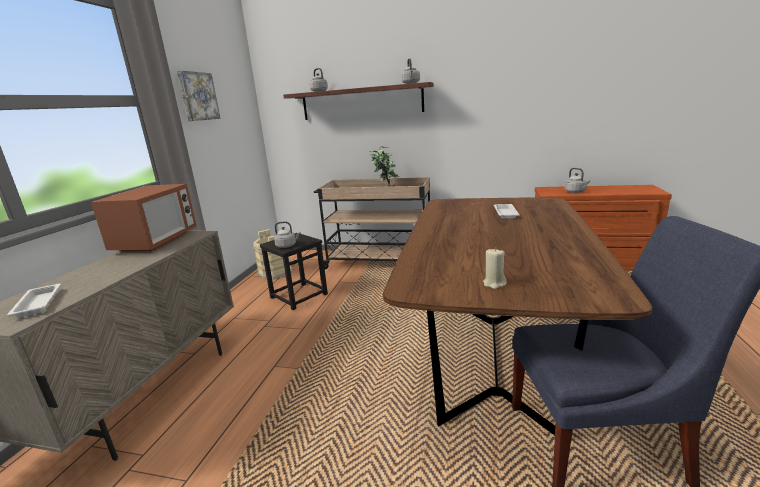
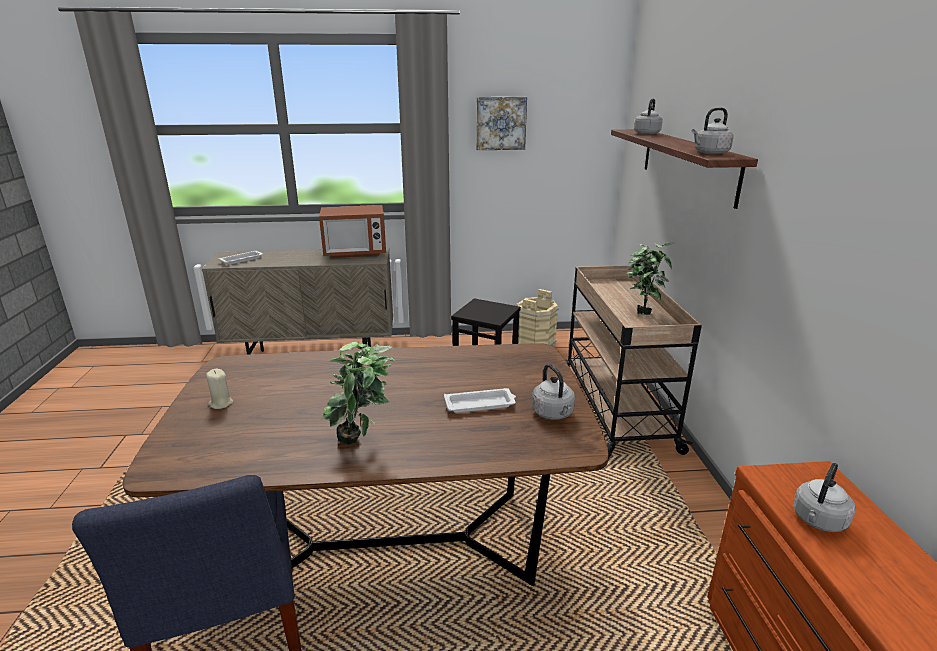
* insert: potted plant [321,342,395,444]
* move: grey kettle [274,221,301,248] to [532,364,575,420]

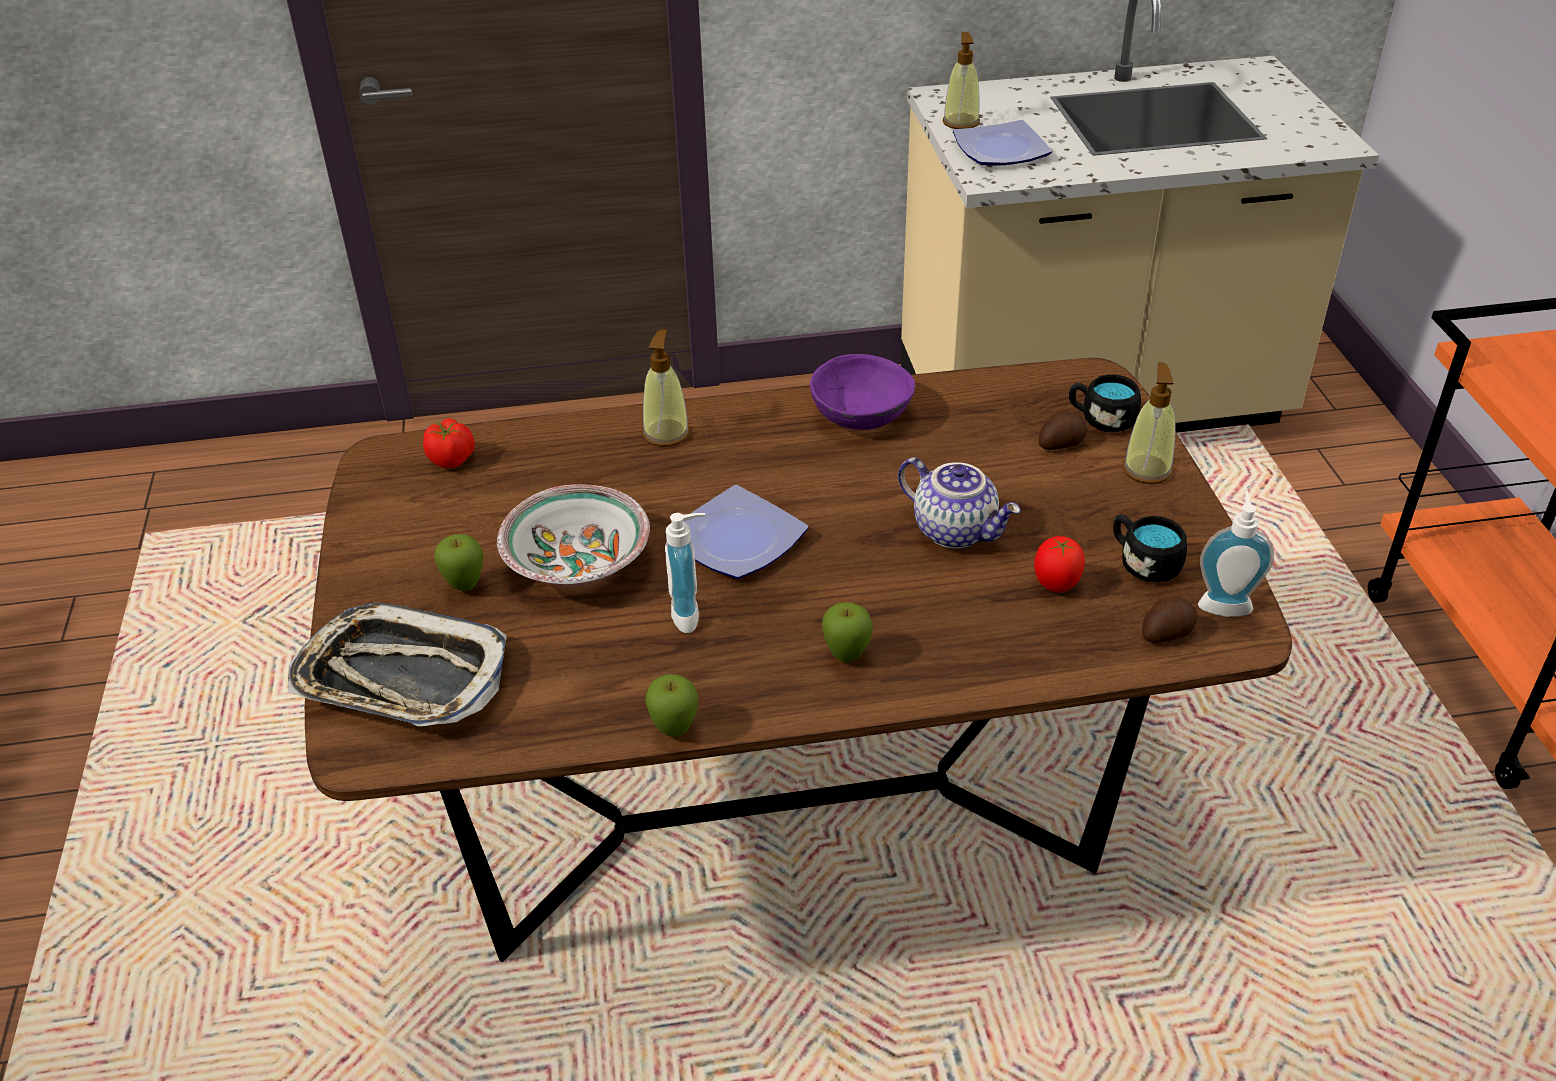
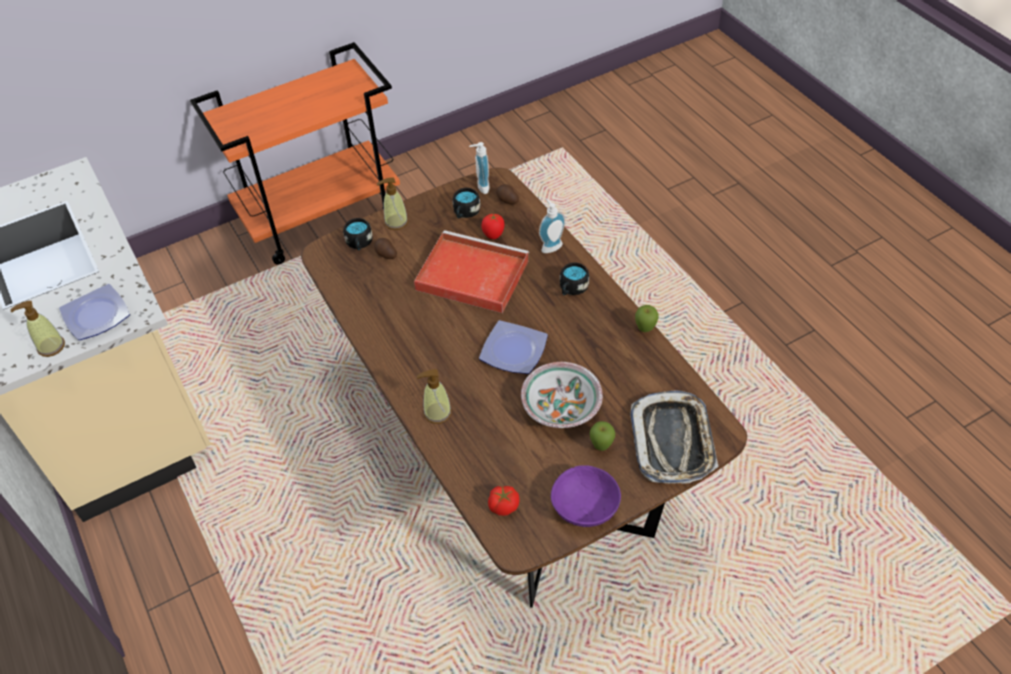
* move: soap dispenser [665,513,705,633] to [539,198,565,253]
* move: purple bowl [810,354,915,430] to [551,465,621,527]
* replace: apple [822,602,873,663] to black mug [560,262,589,295]
* replace: teapot [898,457,1020,549] to red tray [414,230,529,313]

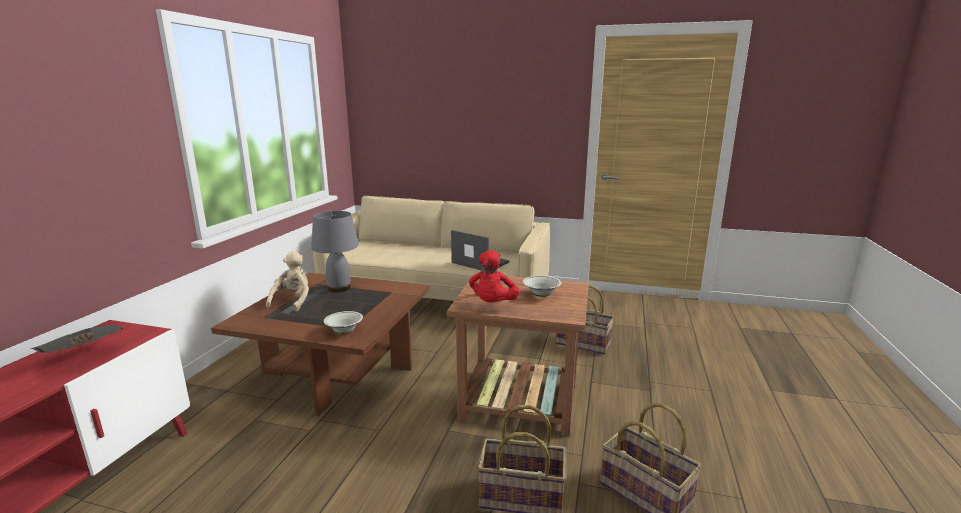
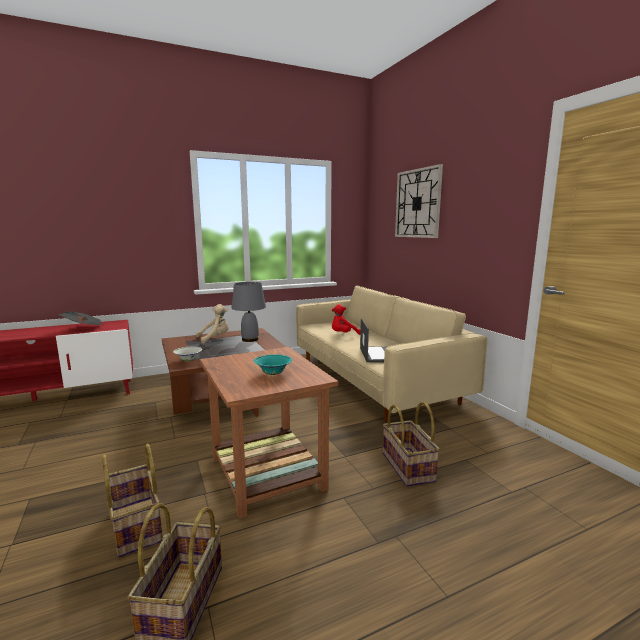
* insert: wall clock [395,164,443,238]
* move: red plush toy [469,250,520,302] to [332,304,361,335]
* recolor: white bowl [523,276,561,297] to turquoise bowl [254,354,292,375]

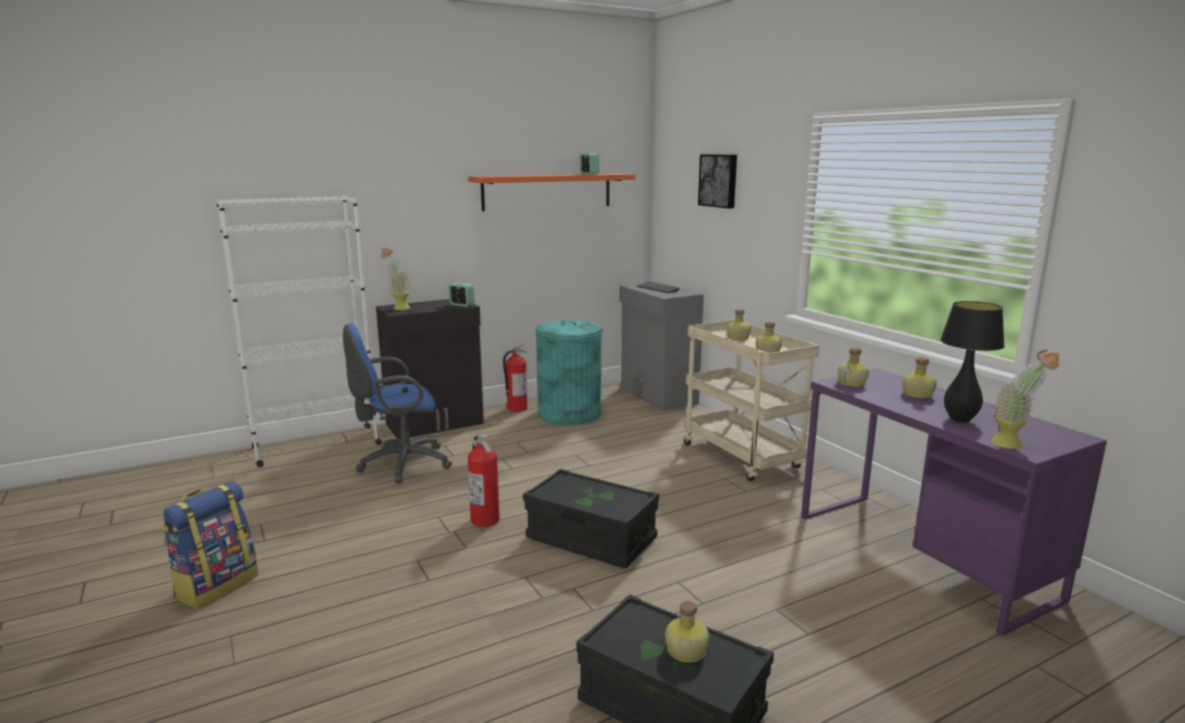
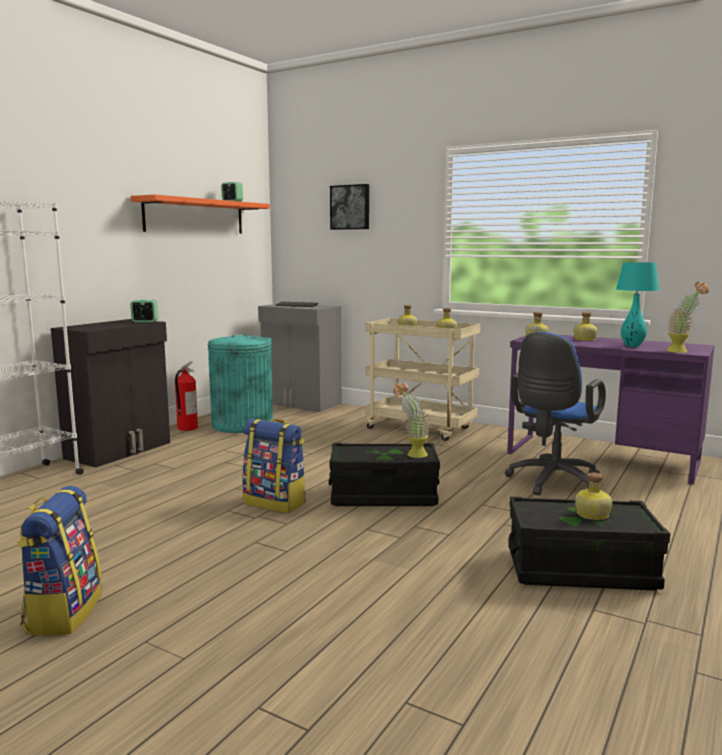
* move: blue office chair [343,324,452,483] to [505,332,606,496]
* move: potted plant [381,247,410,310] to [394,383,430,458]
* replace: fire extinguisher [468,435,500,527] to backpack [242,419,306,513]
* recolor: black table lamp [940,301,1005,423] to turquoise table lamp [616,262,659,347]

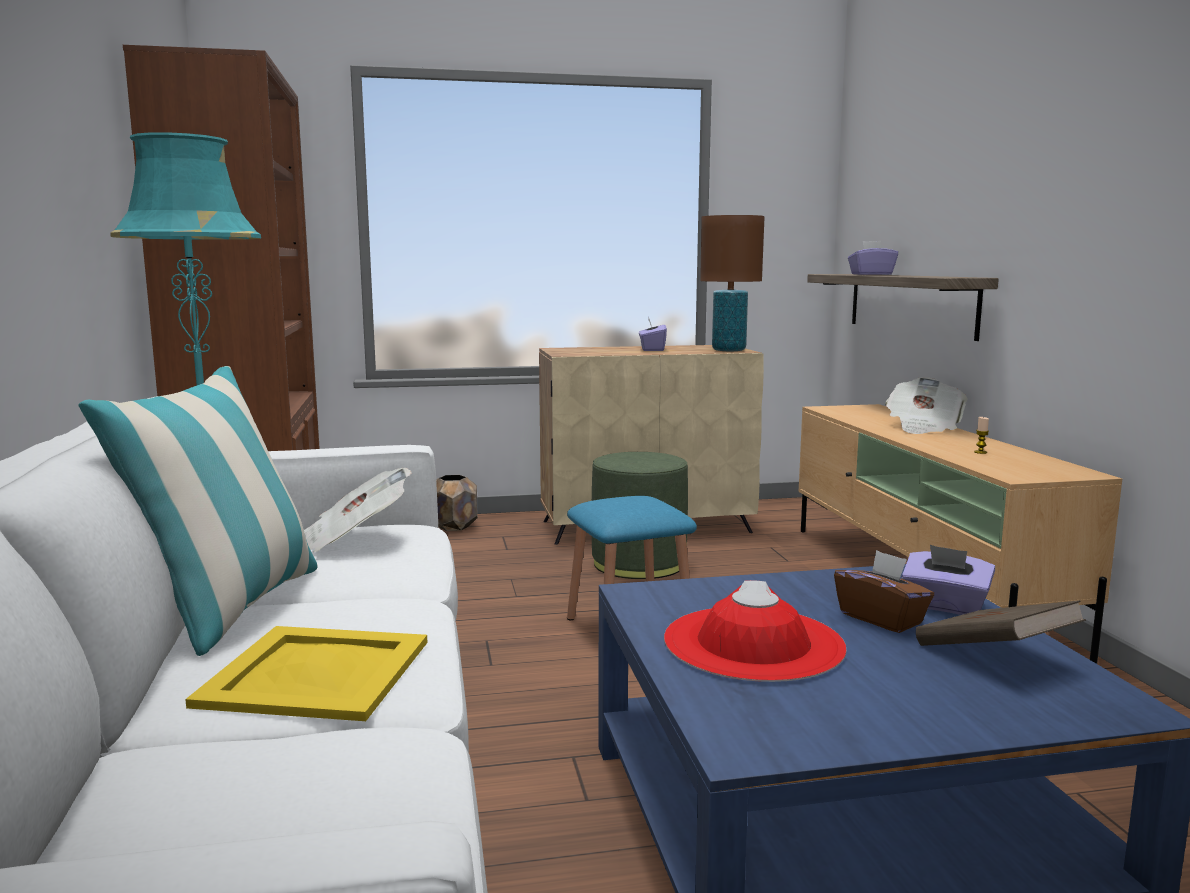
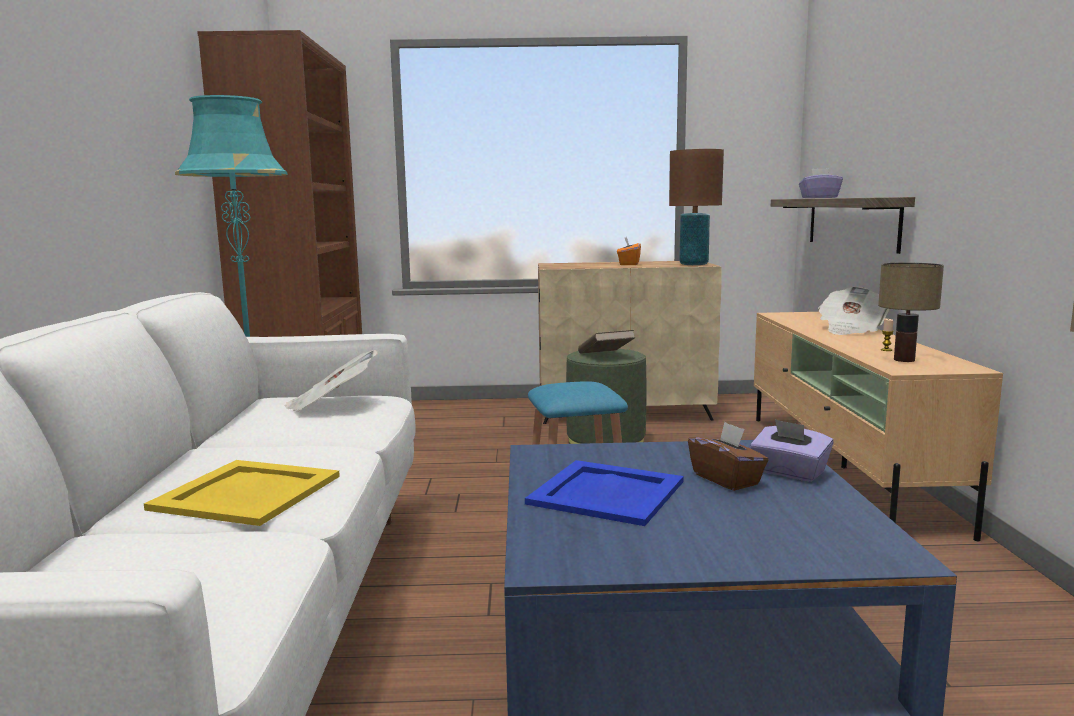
* delete: pillow [79,366,318,656]
* delete: brown planter [436,475,478,531]
* insert: table lamp [878,263,944,362]
* move: brown book [916,600,1086,646] to [578,330,635,354]
* replace: red hat [664,580,847,682] to blue tray [525,460,684,526]
* recolor: purple tissue box [639,318,667,351] to orange tissue box [617,237,641,265]

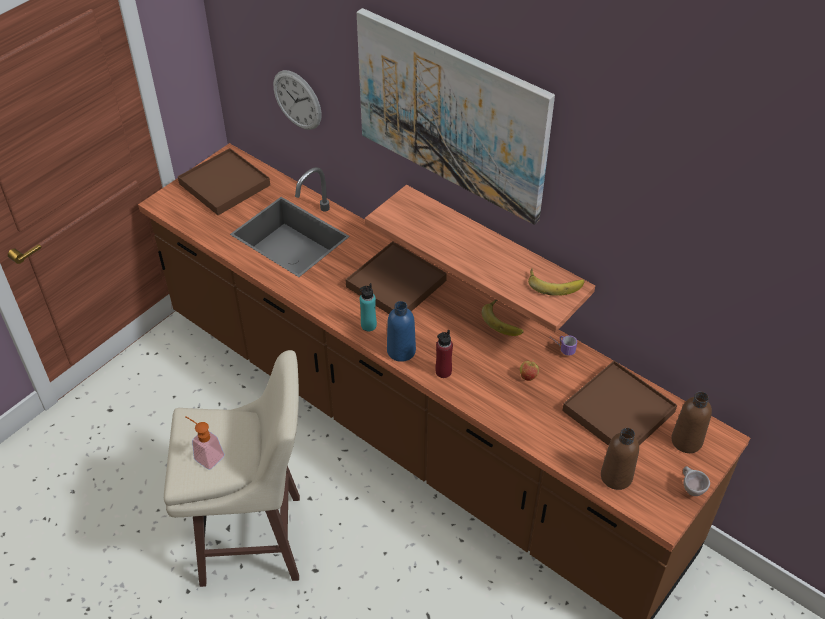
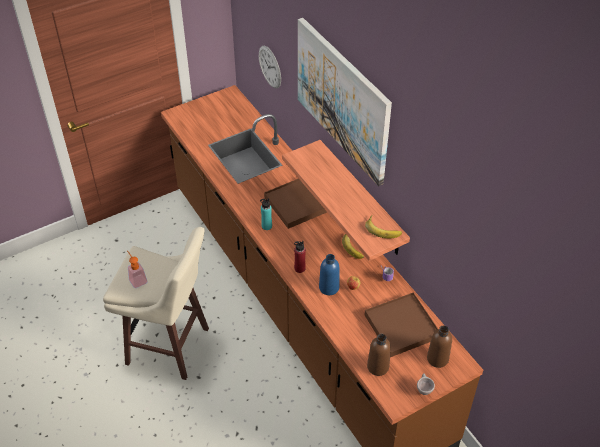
* delete: brown tray [178,148,270,215]
* move: blue bottle [387,301,416,362] to [319,254,340,295]

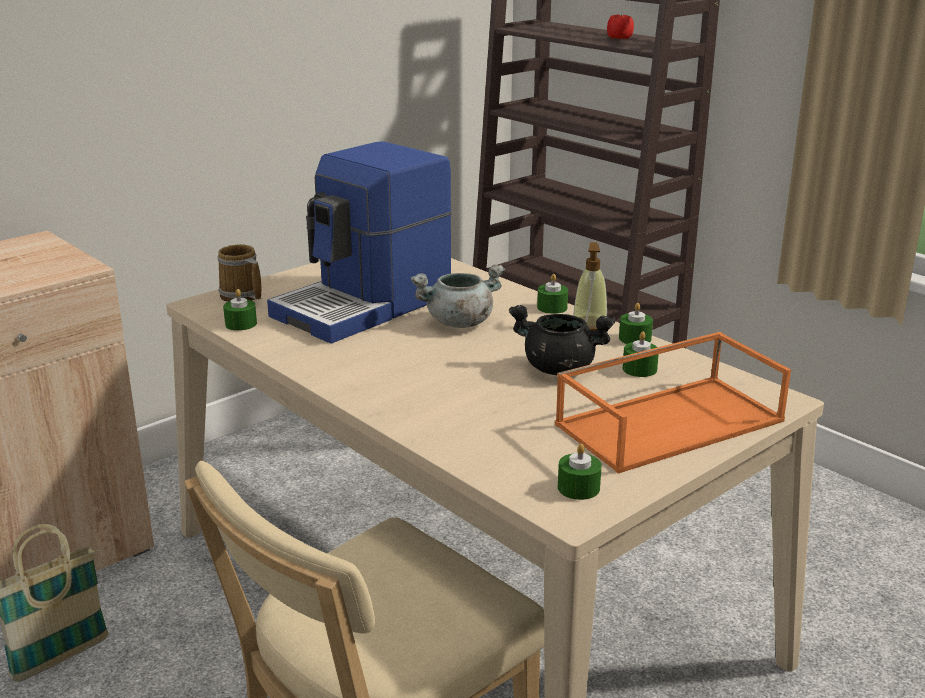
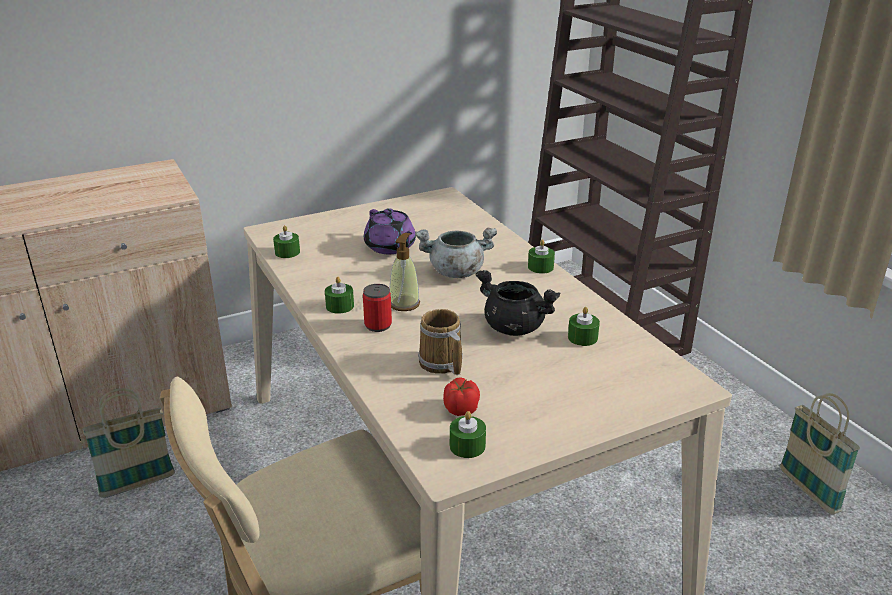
* delete: orange tray [555,332,791,473]
* insert: can [363,284,392,332]
* insert: basket [780,393,860,515]
* move: mug [217,244,261,302] to [418,309,463,375]
* move: soap dispenser [573,242,607,331] to [390,233,420,311]
* move: tomato [607,14,634,39] to [443,377,480,416]
* move: green candle [619,303,653,344] to [325,277,354,314]
* replace: coffee machine [267,141,452,344] to purple teapot [364,208,416,254]

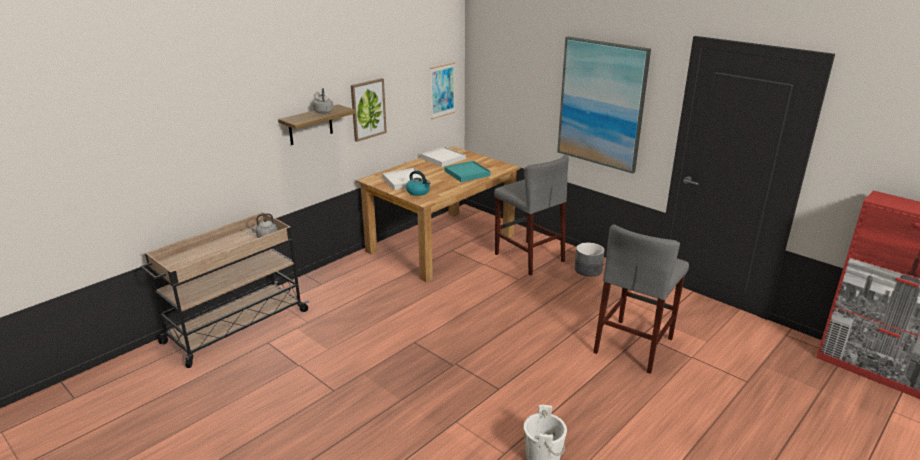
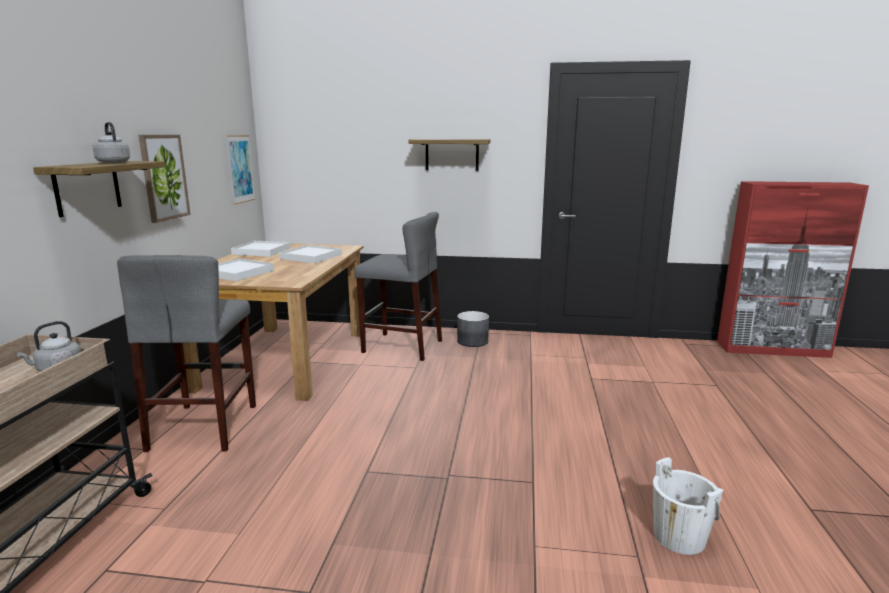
* delete: kettle [406,170,430,196]
* move: grey stool [593,224,689,374] to [117,255,256,452]
* replace: picture [557,36,651,173] to shelf [409,139,490,171]
* recolor: turquoise tray [444,161,491,182] to white tray [279,245,342,263]

